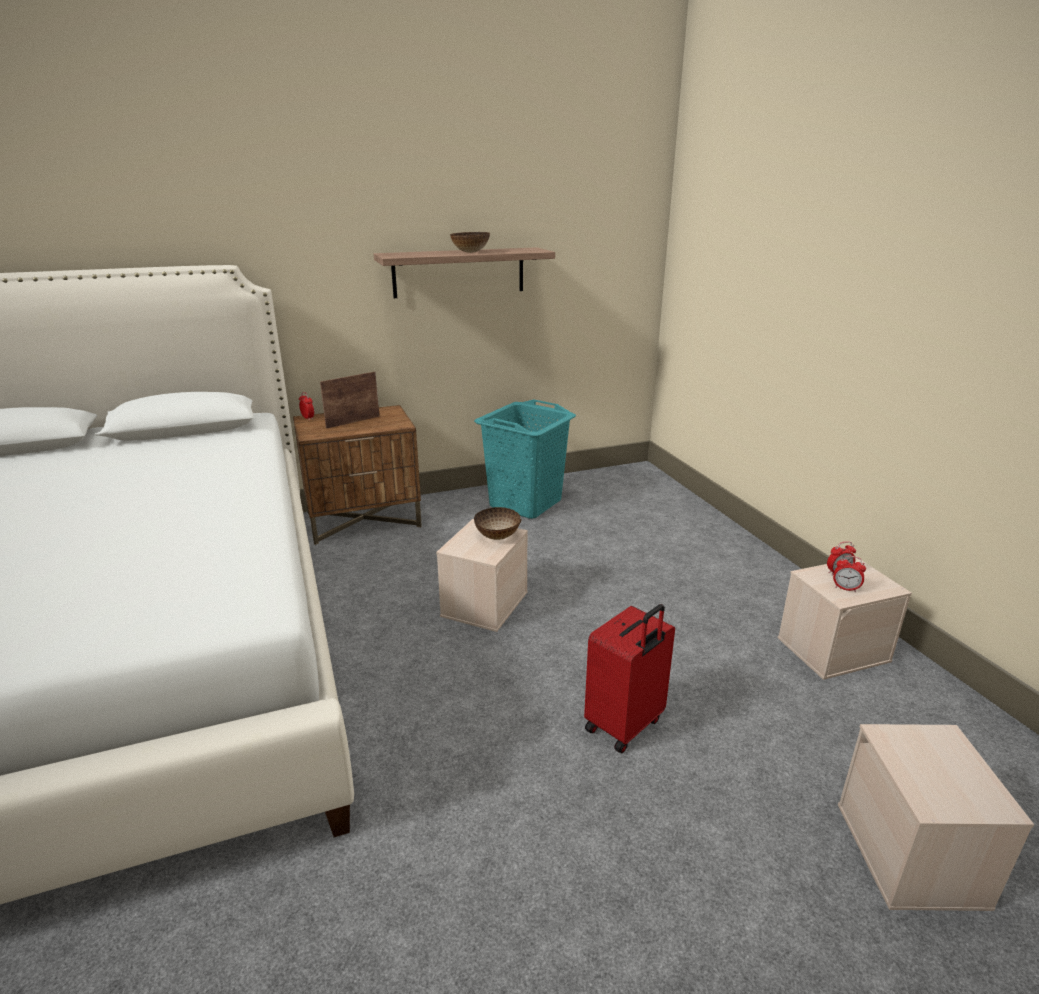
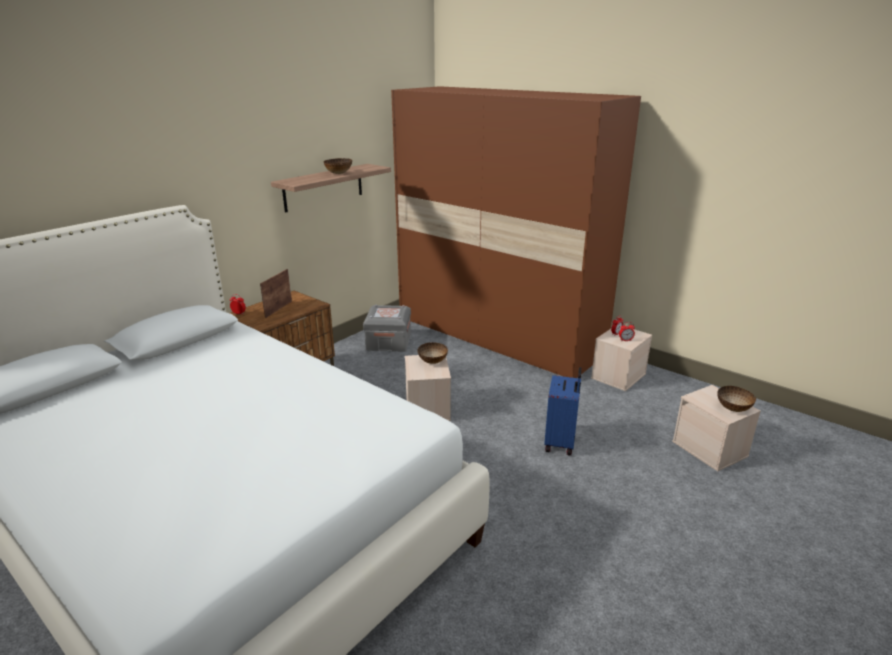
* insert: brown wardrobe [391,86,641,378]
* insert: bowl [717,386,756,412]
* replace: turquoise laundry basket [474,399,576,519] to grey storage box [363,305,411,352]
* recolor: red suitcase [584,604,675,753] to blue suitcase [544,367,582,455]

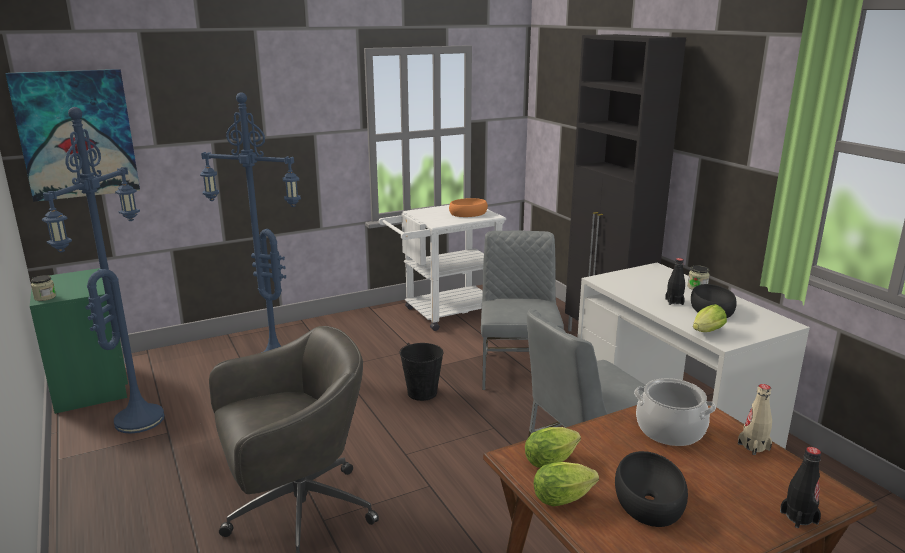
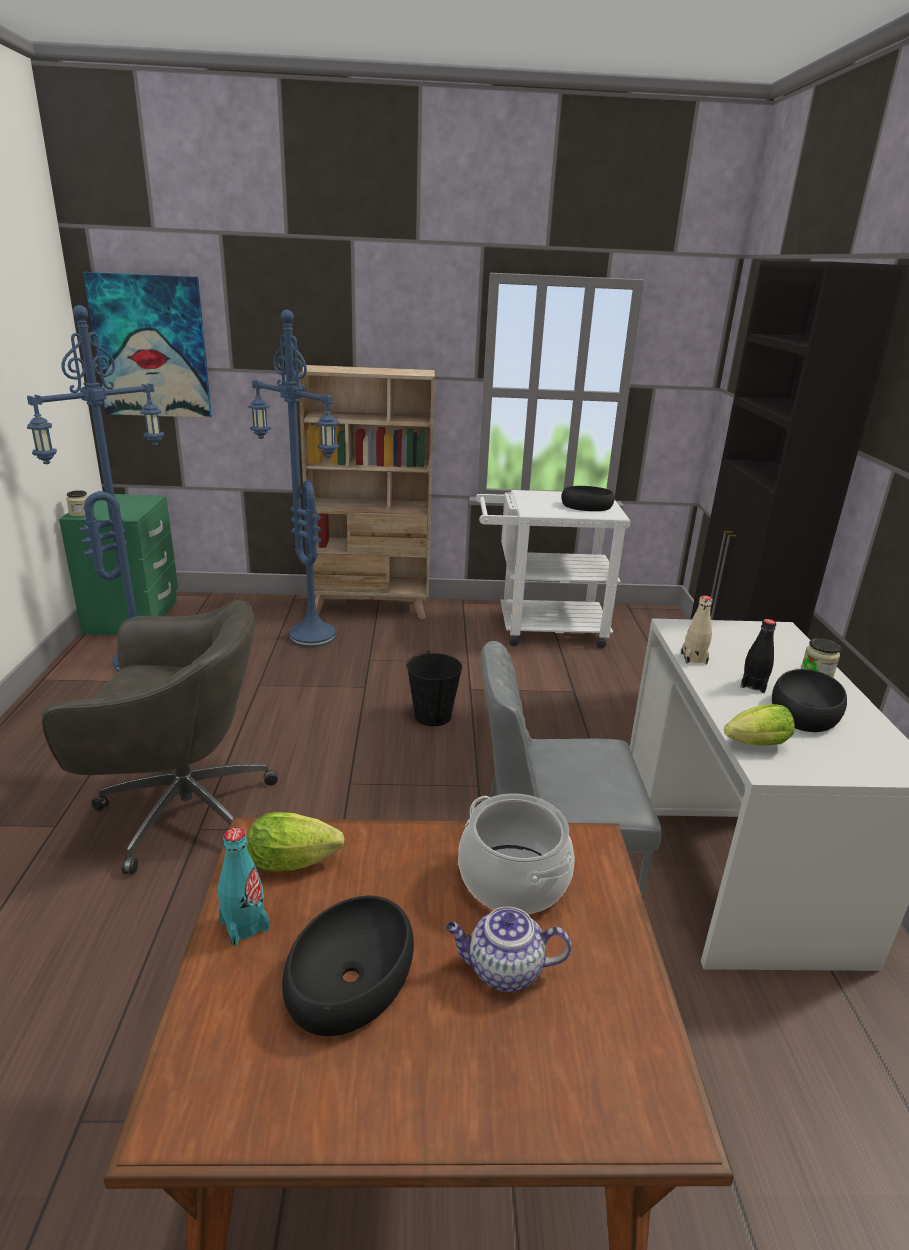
* delete: grey chair [481,231,564,390]
* delete: black bottle [780,447,821,528]
* insert: beige bookcase [299,365,435,619]
* insert: teapot [445,907,572,992]
* move: beige bottle [738,384,772,455] to [681,595,712,665]
* replace: lettuce [534,462,599,506] to turquoise bottle [218,827,269,946]
* recolor: orange bowl [449,198,488,217] to black bowl [561,486,615,511]

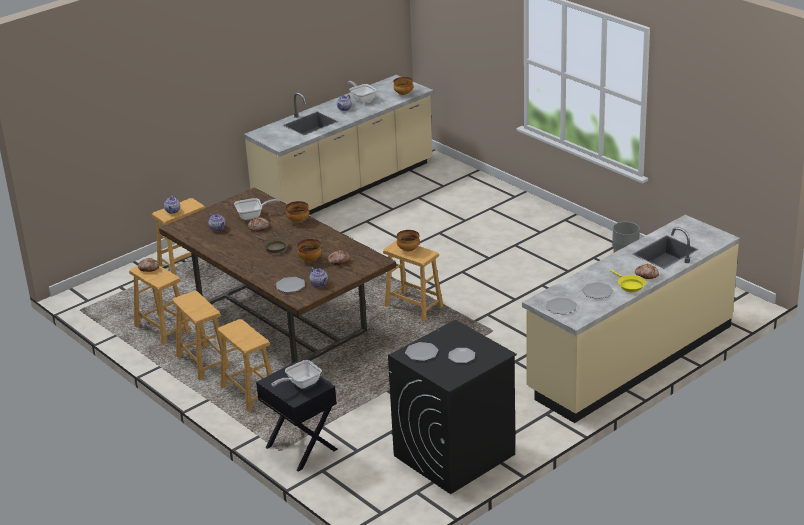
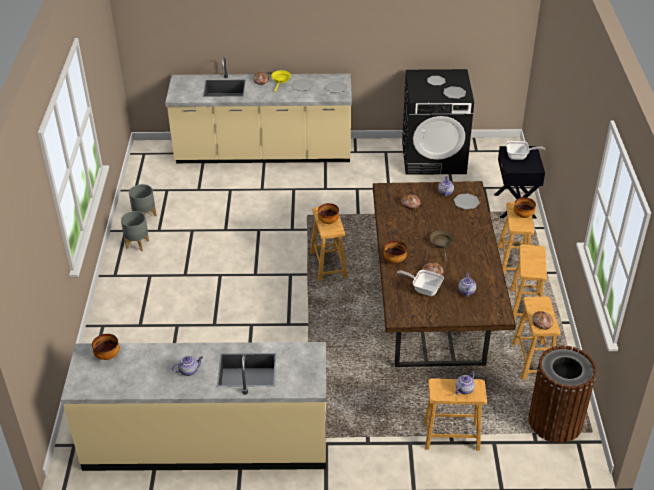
* delete: frying pan [348,81,377,103]
* insert: grey planter [121,211,149,251]
* insert: brown trash can [528,346,597,443]
* move: bowl [297,239,322,262] to [514,197,536,218]

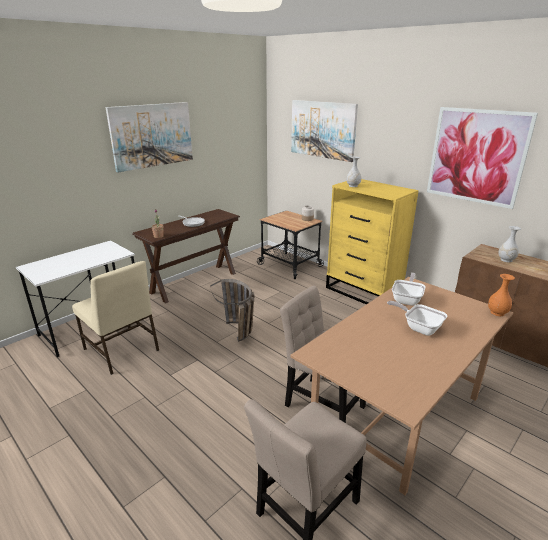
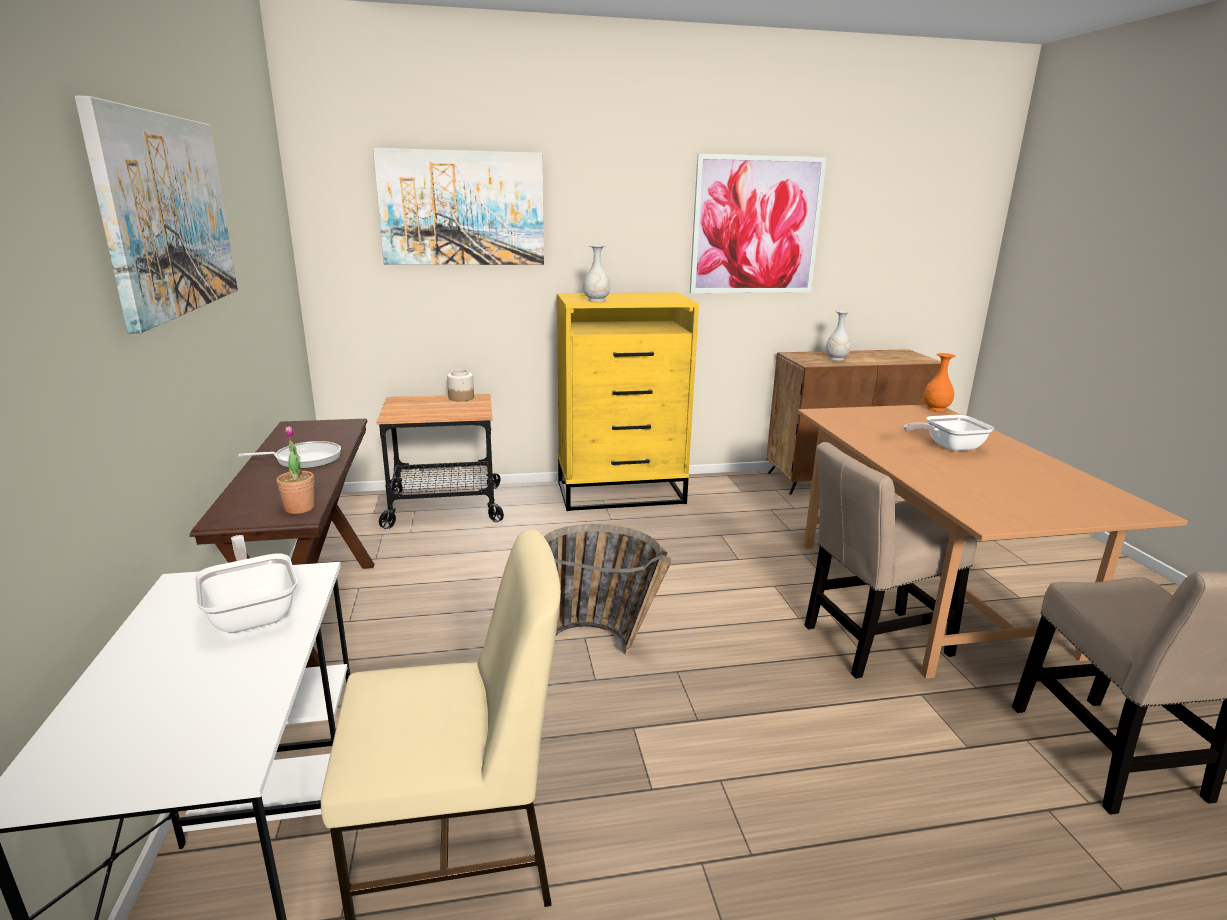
* move: frying pan [392,273,425,306] to [194,535,297,633]

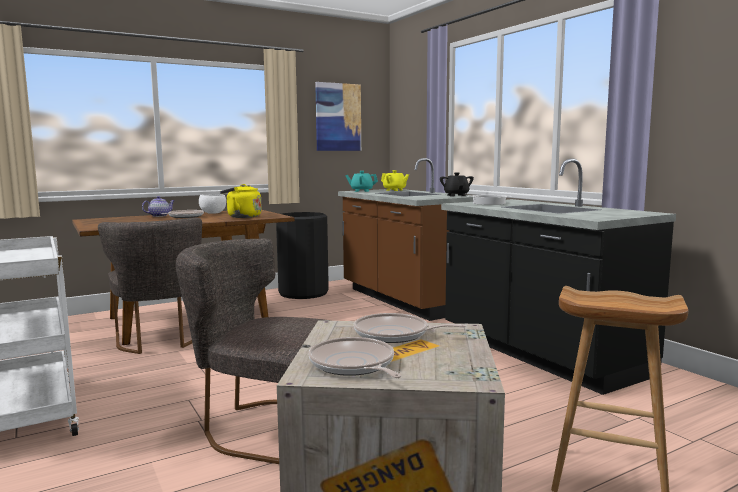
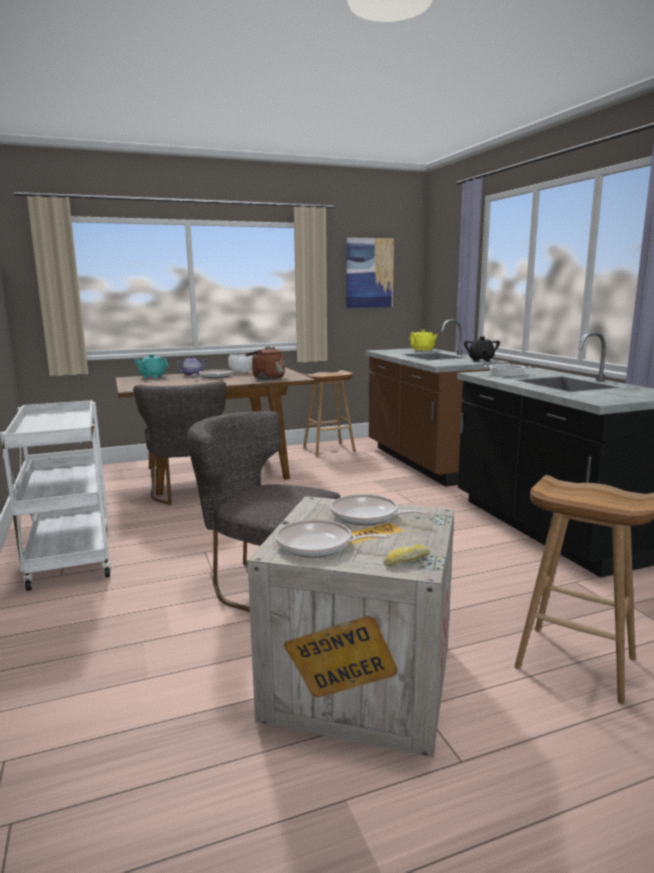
* insert: bread [384,544,430,566]
* move: turquoise teapot [345,171,378,192] to [134,354,169,378]
* replace: black trash can [276,212,329,299] to brown stool [301,370,356,457]
* recolor: yellow kettle [220,184,262,218] to brown kettle [246,347,285,380]
* rotate: frying pan [309,337,401,378] = [276,519,391,558] 60 degrees counterclockwise

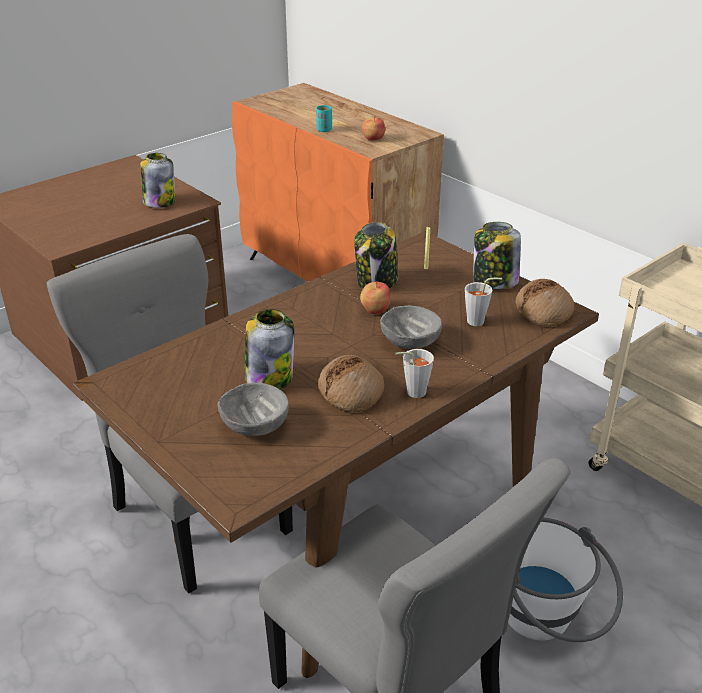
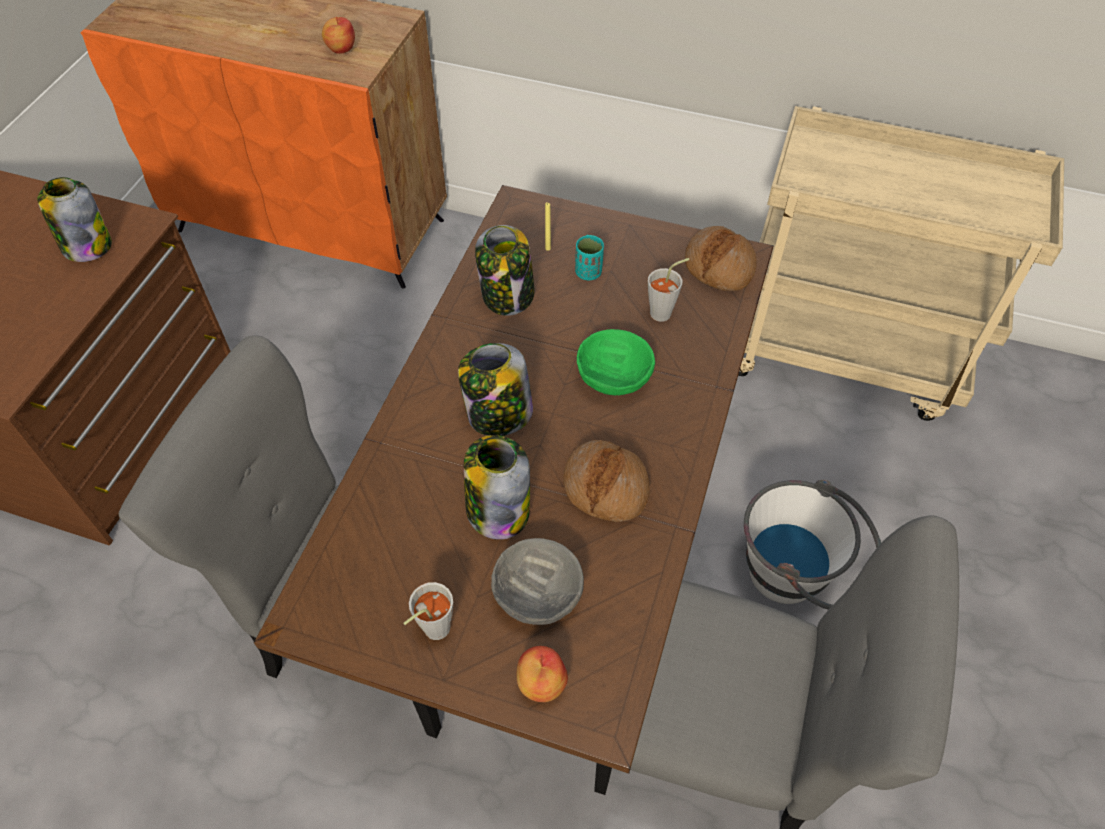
* move: turquoise cup [316,105,332,132] to [575,235,604,280]
* move: apple [360,281,390,314] to [516,646,568,702]
* move: grey cup [395,349,434,398] to [403,582,453,640]
* move: jar [473,222,521,289] to [458,343,533,436]
* recolor: grey bowl [380,305,442,349] to green bowl [577,329,655,395]

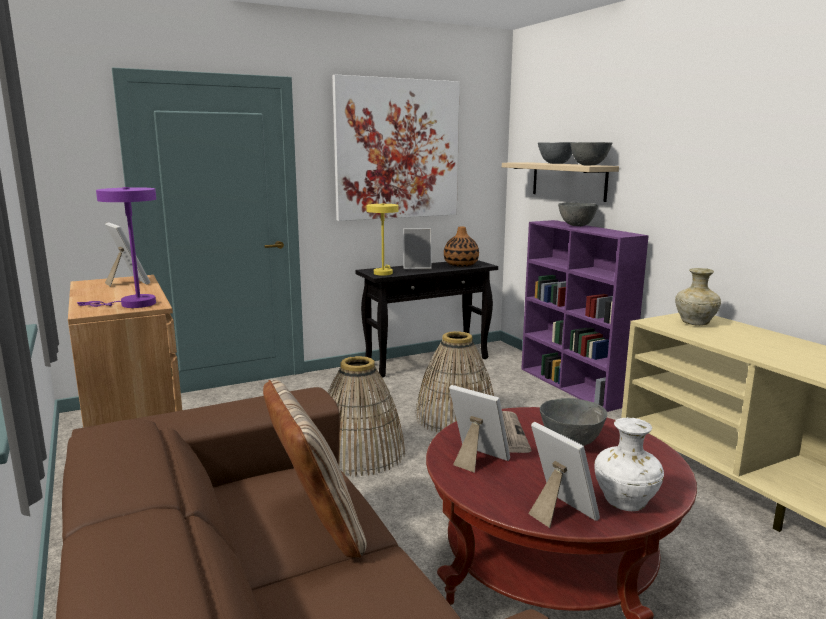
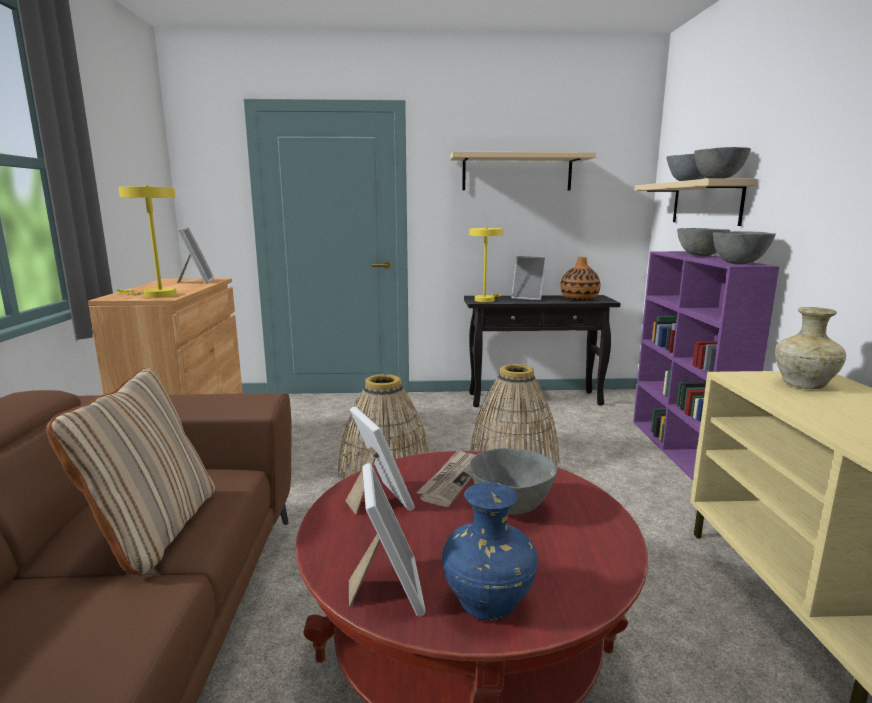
* insert: grey bowl [713,231,776,264]
* replace: picture [332,74,460,221] to beige shelf [450,152,596,190]
* recolor: purple table lamp [77,187,156,308] to yellow table lamp [117,185,177,298]
* recolor: white vase [594,417,664,511] to blue vase [442,482,538,621]

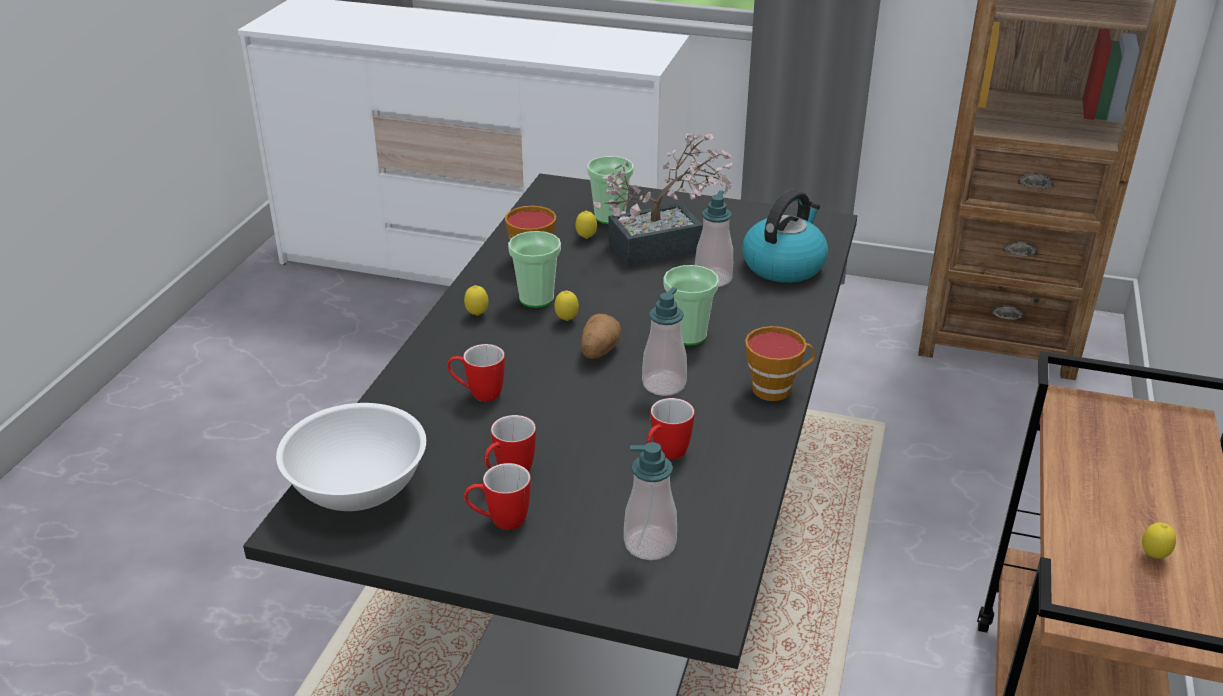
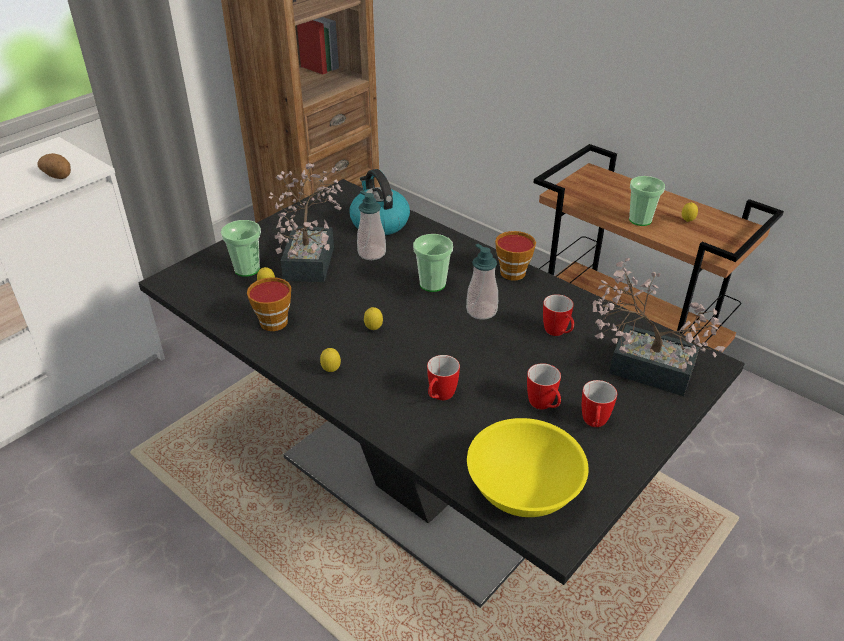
* move: cup [508,231,561,308] to [629,176,665,226]
* move: potato [581,314,621,359] to [38,153,71,179]
* replace: soap dispenser [624,442,677,560] to potted plant [592,258,725,396]
* recolor: white bowl [276,403,426,511] to yellow bowl [467,418,589,517]

